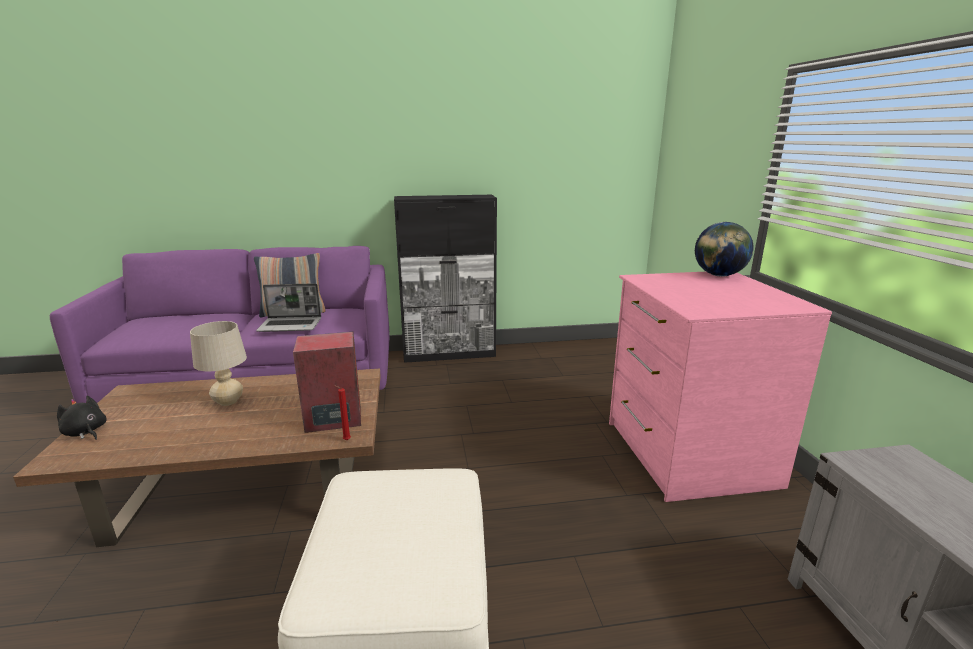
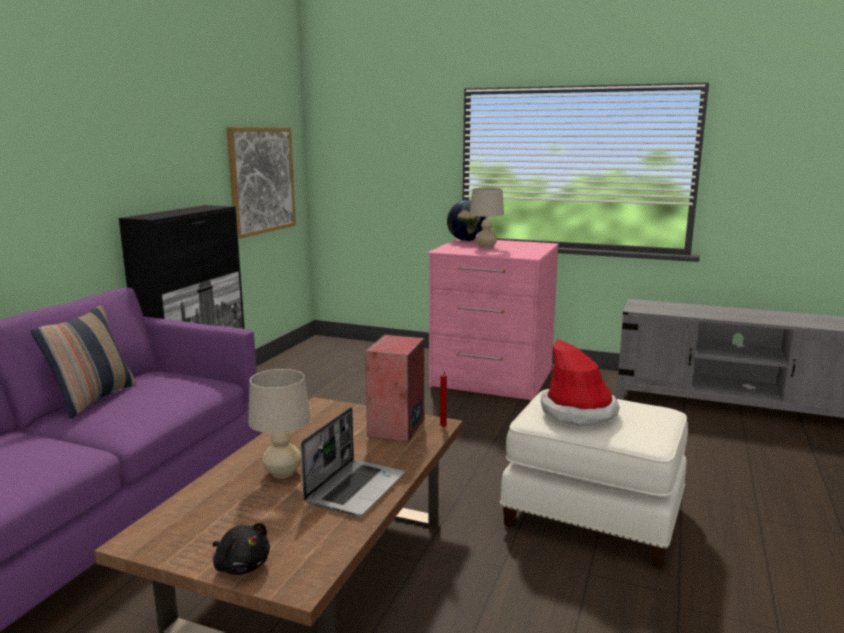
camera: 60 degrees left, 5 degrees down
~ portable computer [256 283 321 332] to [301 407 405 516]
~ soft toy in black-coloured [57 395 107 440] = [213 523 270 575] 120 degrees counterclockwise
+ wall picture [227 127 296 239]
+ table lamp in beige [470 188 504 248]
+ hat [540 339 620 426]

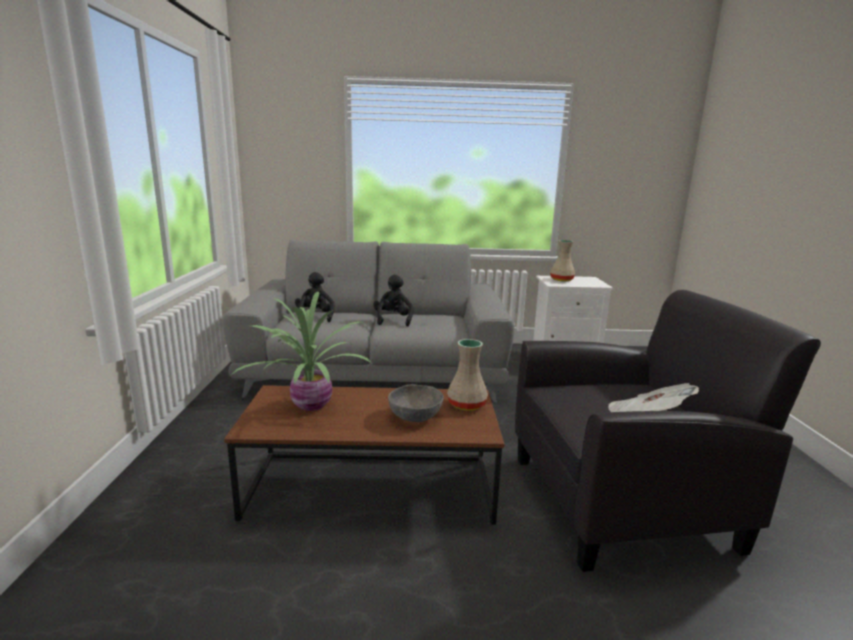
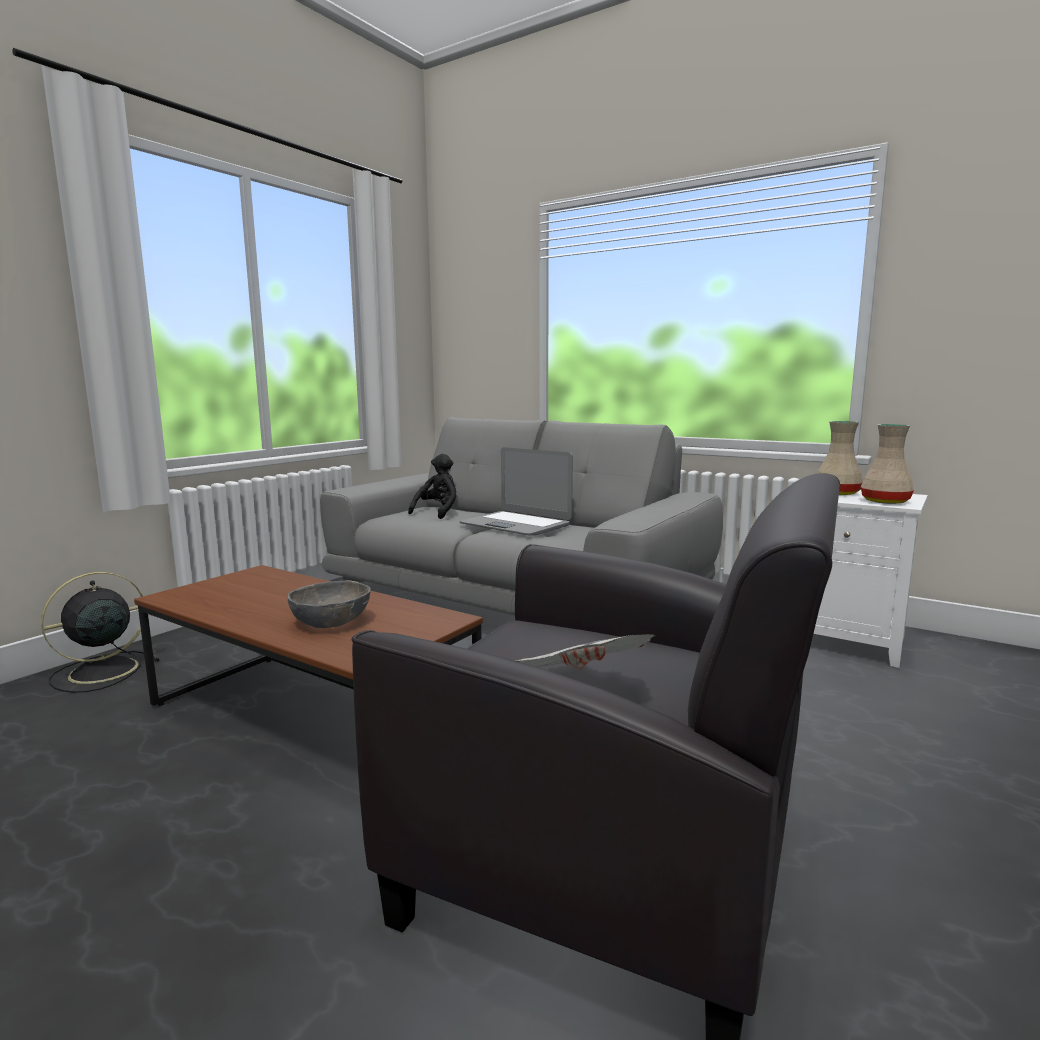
camera: 35 degrees right, 5 degrees down
~ soft toy in black-coloured [373 275 413 326] to portable computer [459 447 573 536]
- potted plant [231 291 371 411]
~ flower vase in beige [447 339 488 411] to [861 424 914 504]
+ electric fan in black-coloured [41 572 160 693]

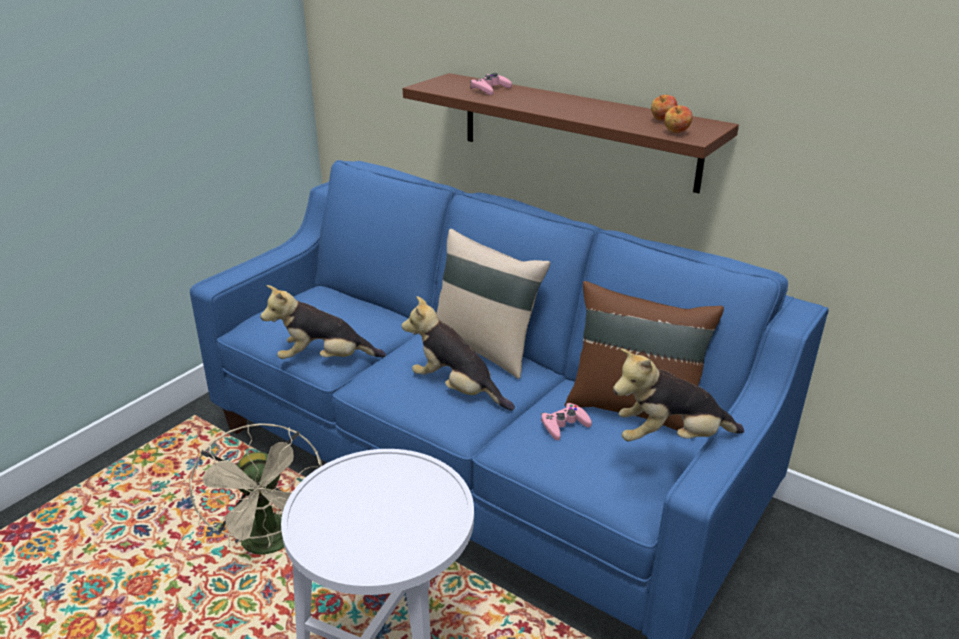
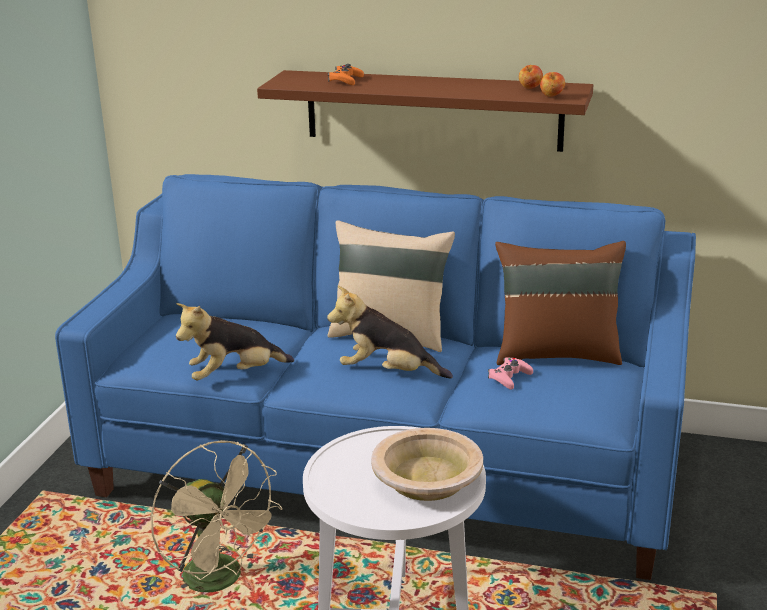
camera: 20 degrees left, 5 degrees down
~ game controller in pink-coloured [470 73 512 95] to game controller in orange-coloured [328 64 364 85]
- soft toy [613 348 744 442]
+ deep dish in beige [371 428 483 501]

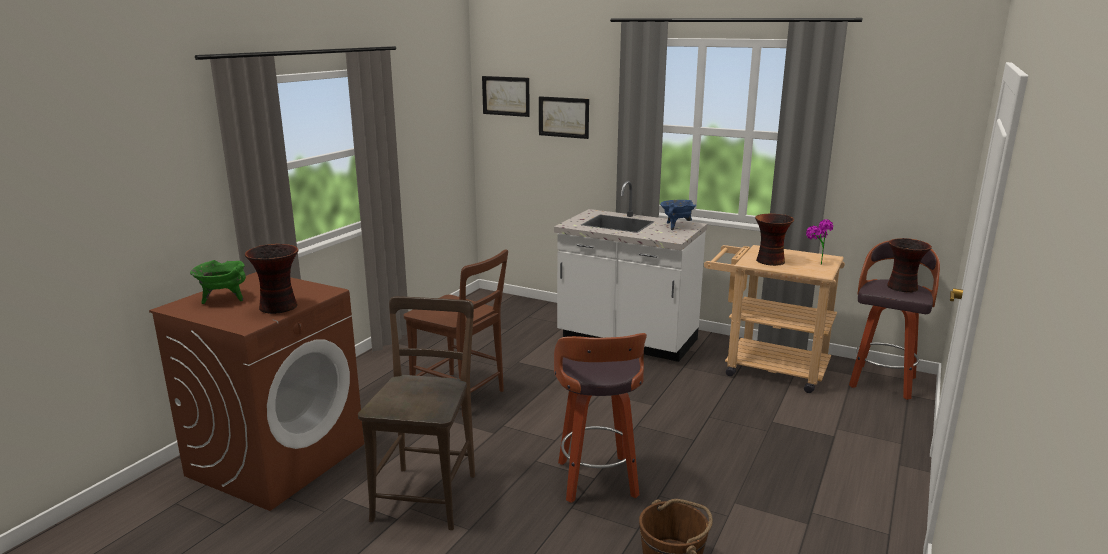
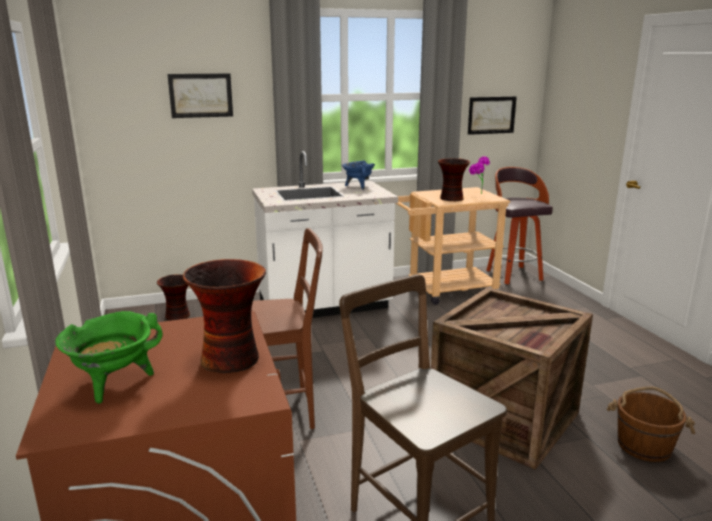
camera: 45 degrees left, 0 degrees up
~ wall picture [482 76 530 117] to [468 96 517 135]
~ flower vase [887 238 932 292] to [157 274 190 321]
~ stool seat [554 333 647 503] to crate [431 287 593 470]

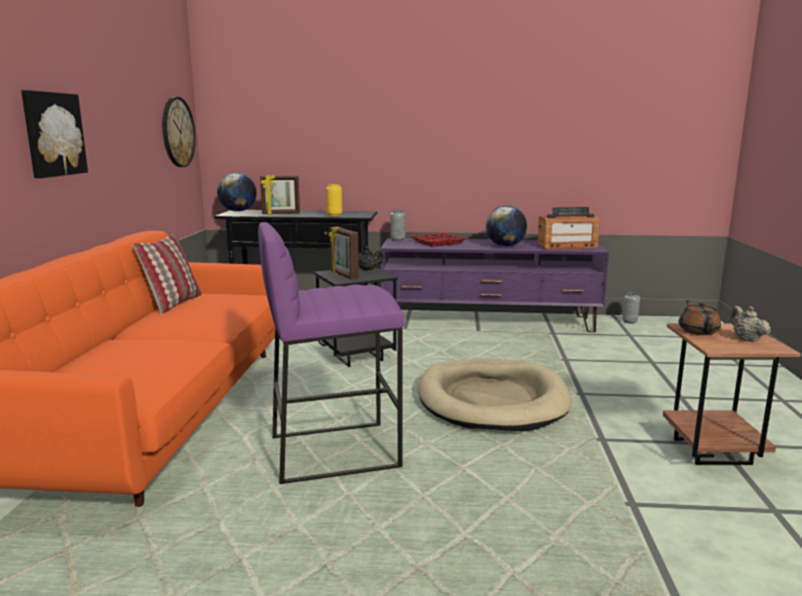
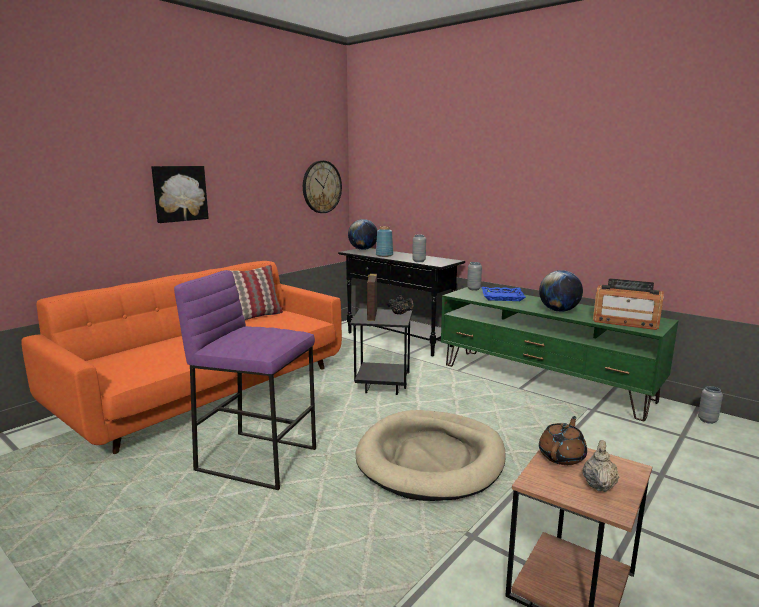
camera: 35 degrees right, 0 degrees up
~ standing frame [260 175 300 214] to flower vase in blue-coloured [376 226 393 257]
~ flower vase in yellow-coloured [326 184 342 216] to flower vase in greyish [412 235 426 262]
~ carrying tray in reddish [411 232 466 247] to carrying tray in blue-coloured [481 287 526 301]
~ tv stand in purple [381 238 609 332] to tv stand in green-coloured [441 287 679 421]

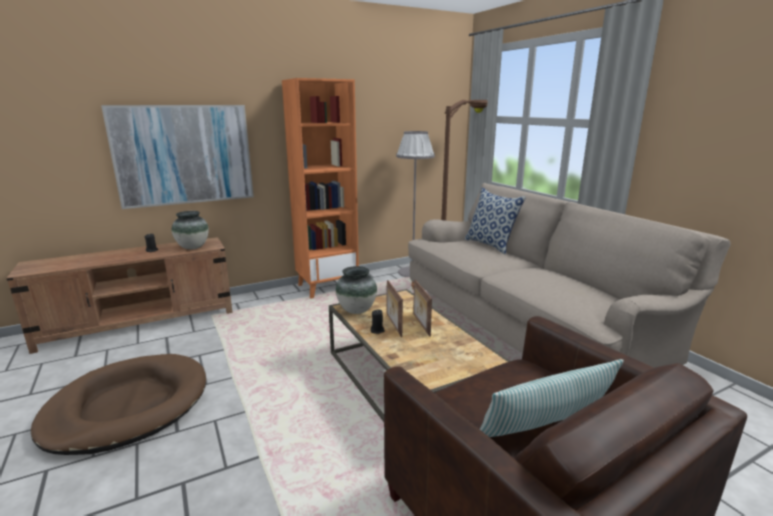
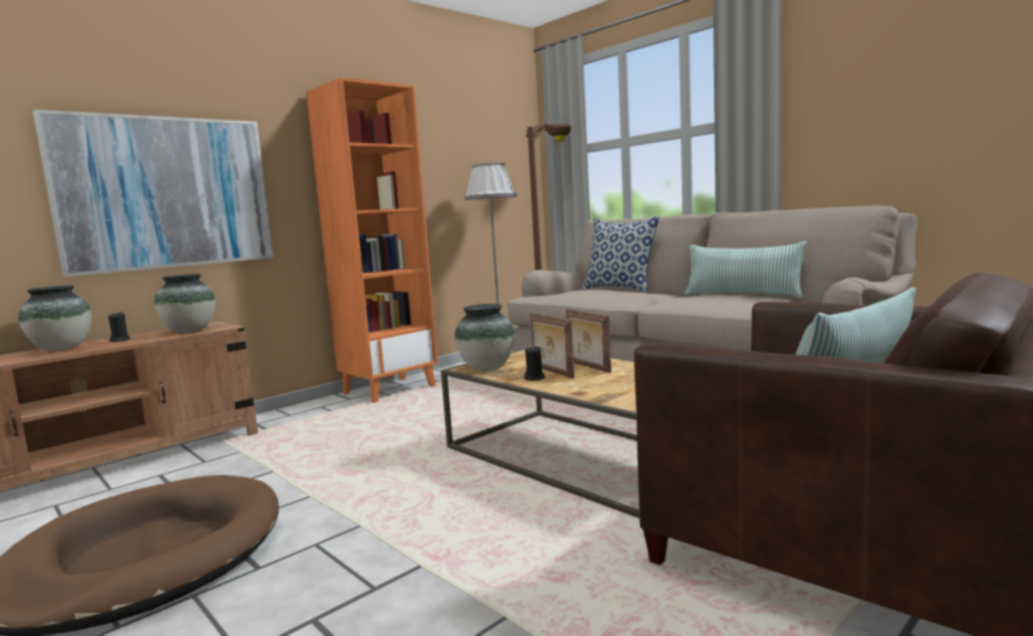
camera: 15 degrees left, 10 degrees down
+ cushion [685 241 807 297]
+ flower vase [18 285 92 351]

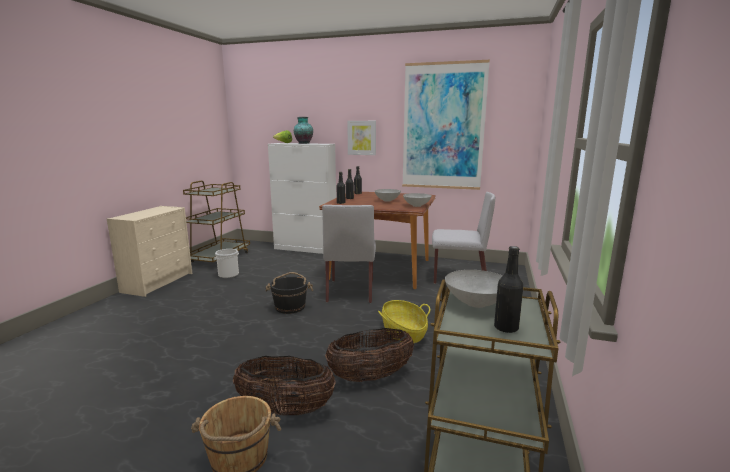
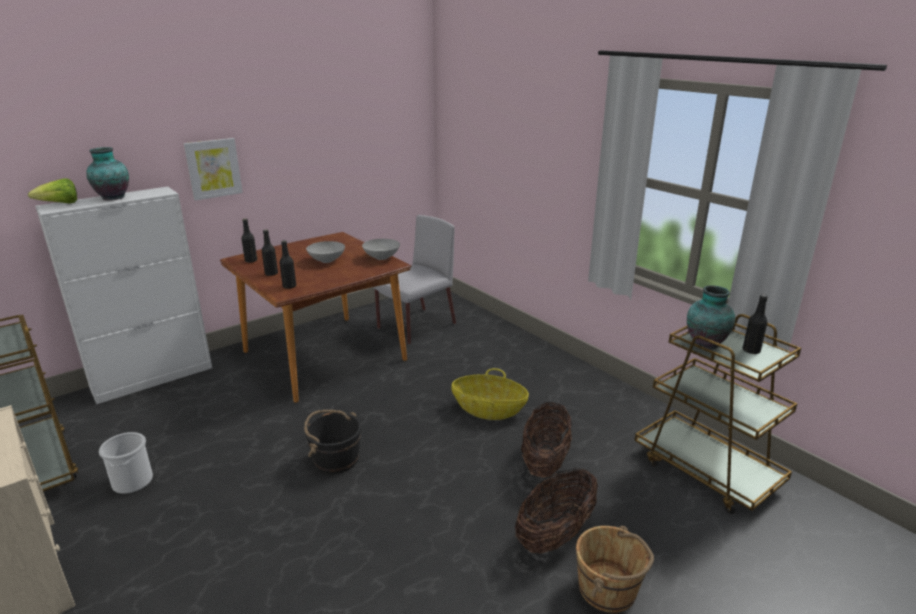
camera: 55 degrees left, 10 degrees up
- wall picture [402 60 490 190]
- plain chair in greyish [322 205 376 303]
~ deep dish in greyish [445 270 503 308] to flower vase [687 285 735 350]

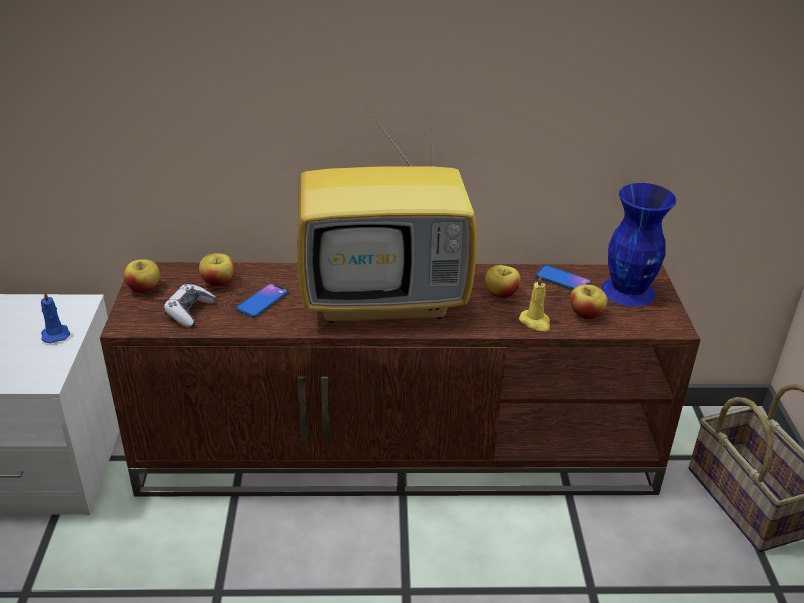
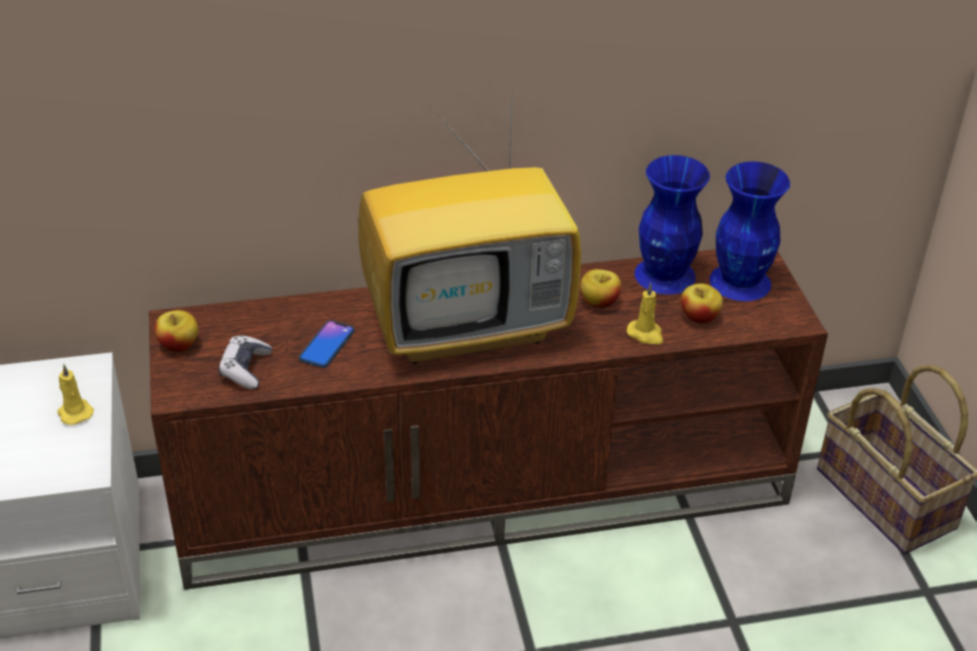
camera: 10 degrees left, 5 degrees up
- apple fruit [199 253 235 287]
~ telephone [535 265 592 290] to flower vase in blue-coloured [635 155 710 294]
~ wax light in blue-coloured [41 290 70 343] to wax light in yellow-coloured [57 364 94 425]

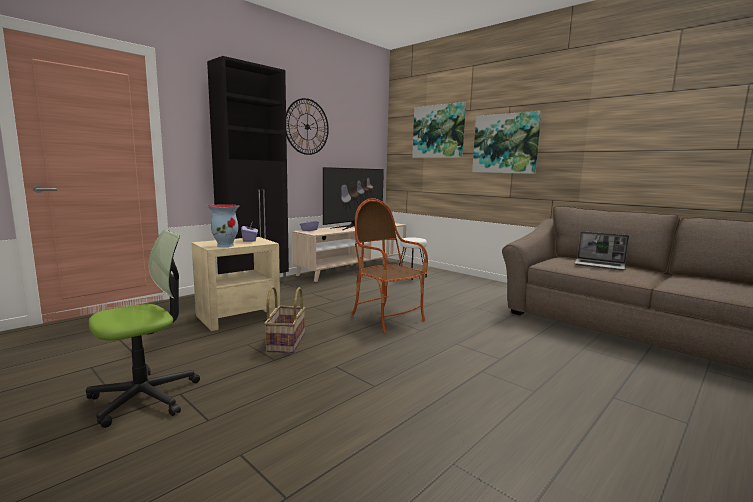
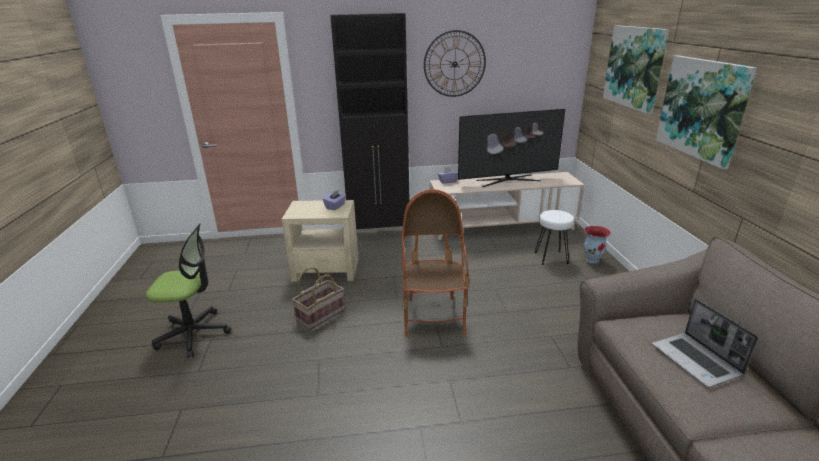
camera: 40 degrees right, 15 degrees up
~ flower vase [207 204 240 247] to [584 226 611 263]

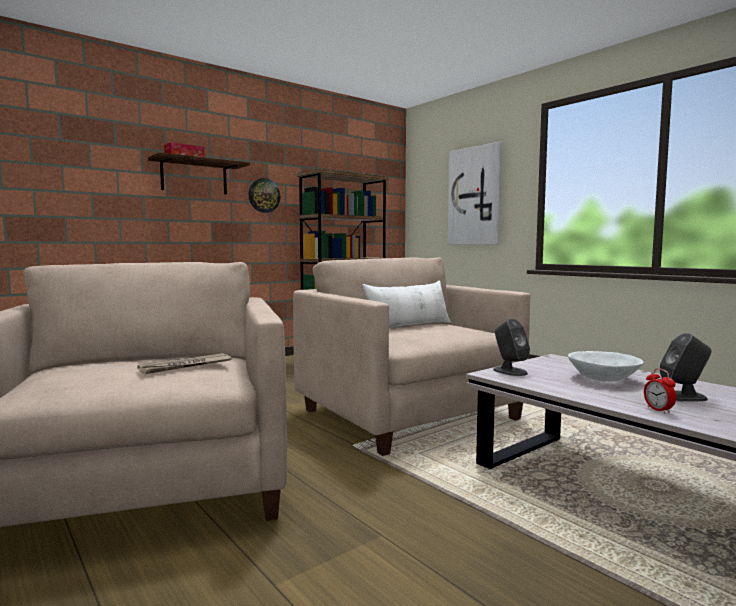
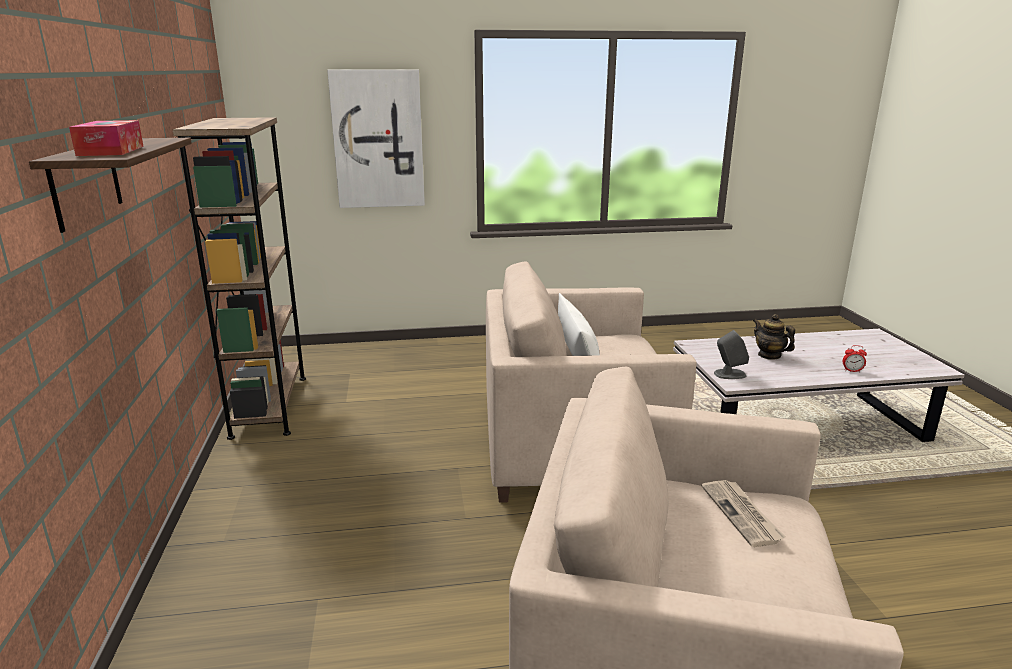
camera: 60 degrees left, 15 degrees up
- clock on the wall [249 178 280 213]
- audio speaker in greyish [660 333 711 401]
~ deep dish in whitish [568 351 643 382] to teapot [753 314 795 360]

